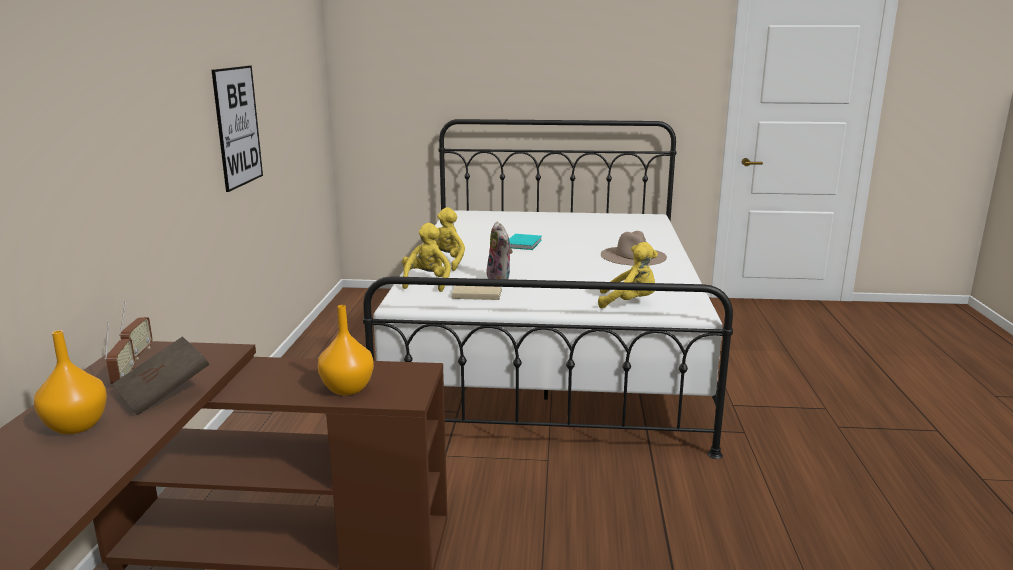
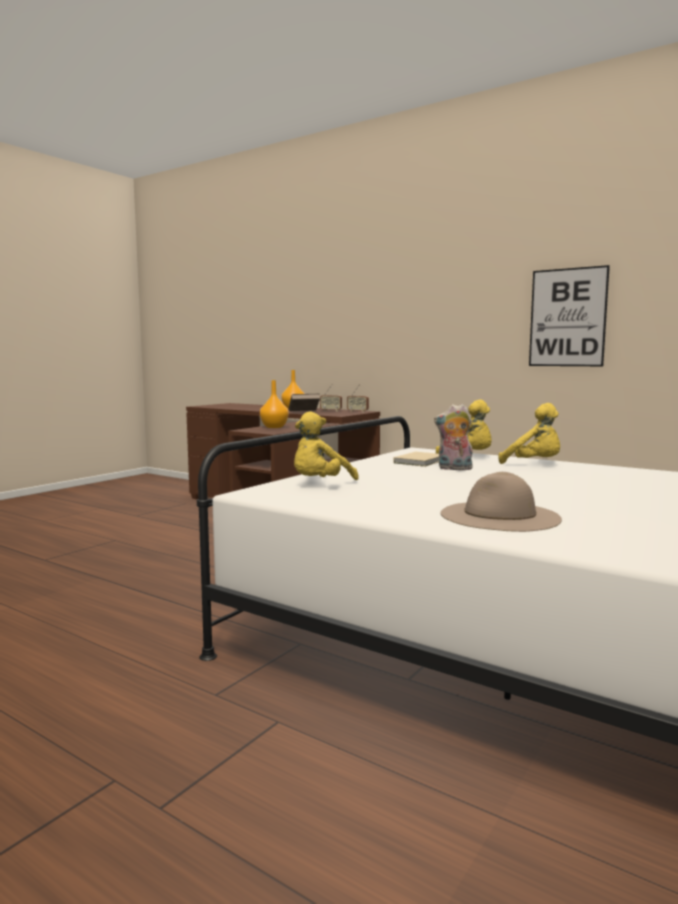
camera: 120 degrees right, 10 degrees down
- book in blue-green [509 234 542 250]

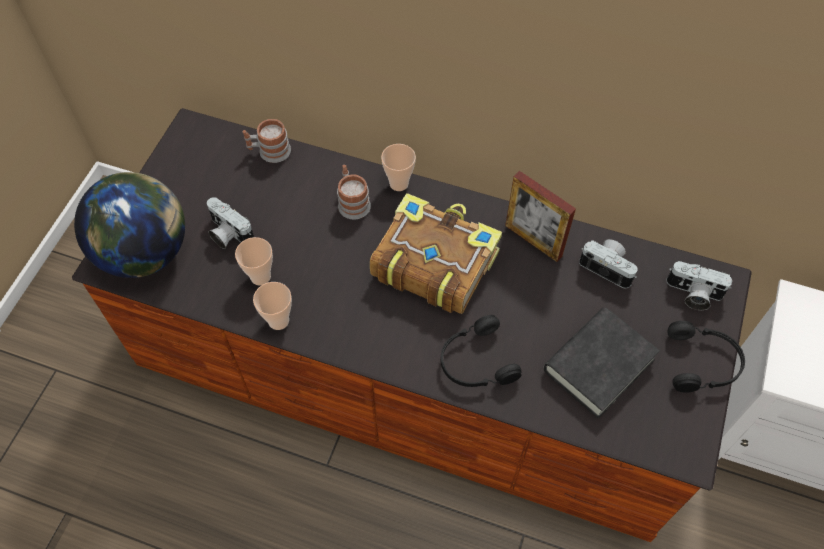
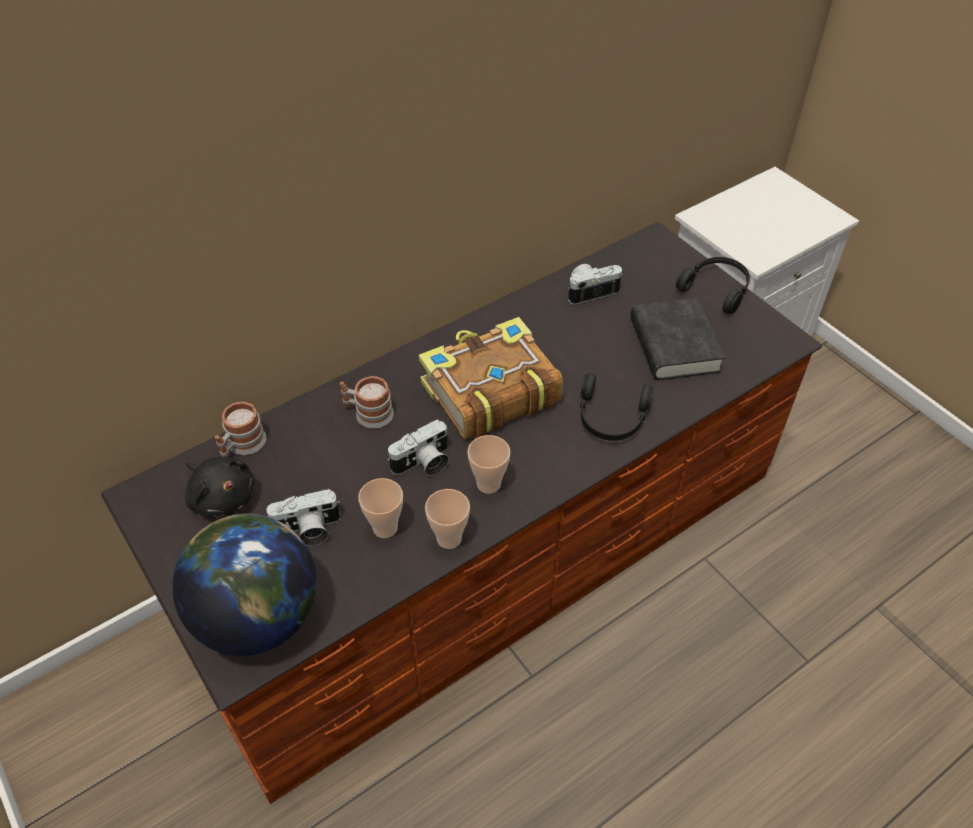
camera: 55 degrees left, 10 degrees down
~ drinking cup [381 144 416 191] to [468 435 510 494]
- standing frame [505 171 576 262]
~ photo camera [666 261 732 310] to [388 419 449 476]
+ soft toy in black-coloured [185 457 255 519]

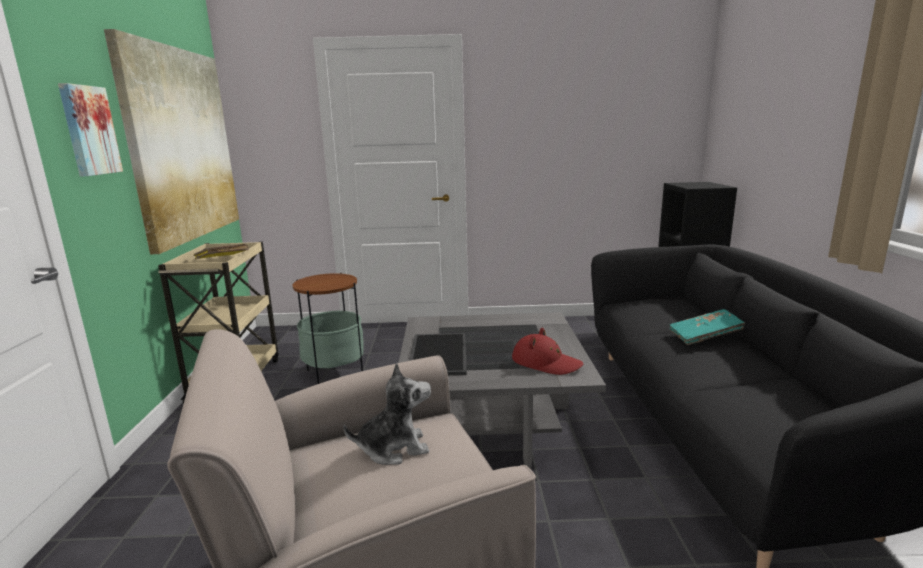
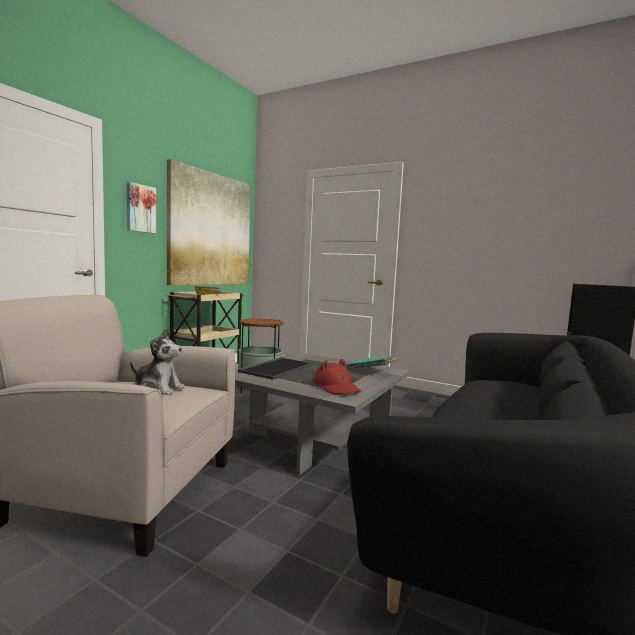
camera: 30 degrees right, 10 degrees down
~ book in blue-green [670 309 745 345] to [346 355 397 369]

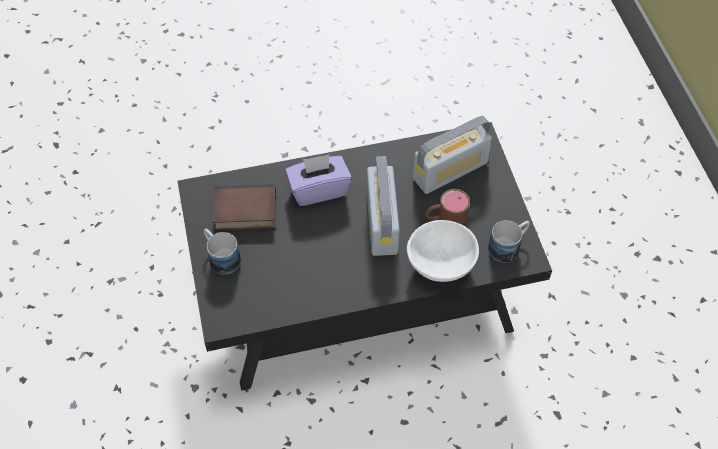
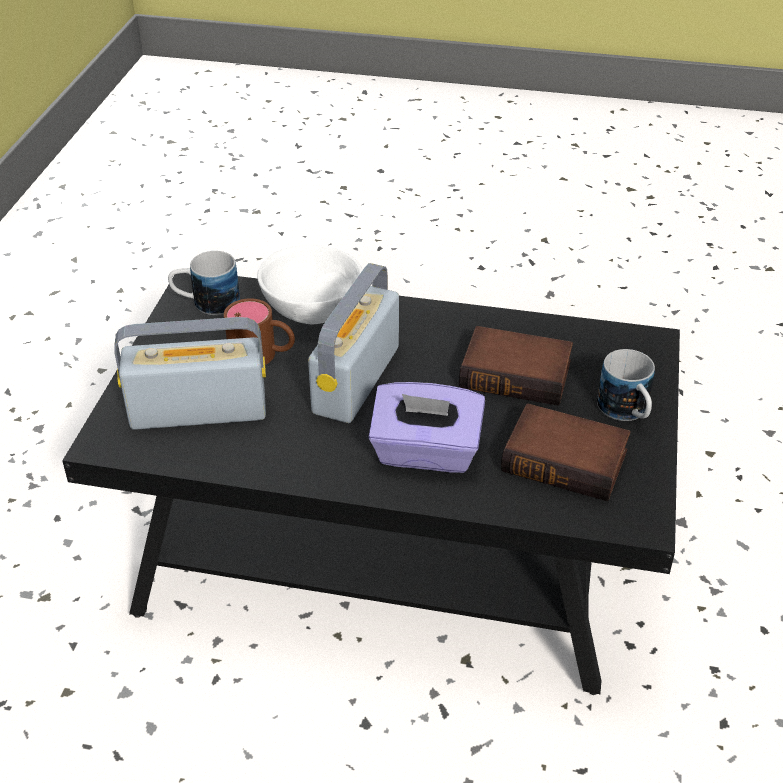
camera: 155 degrees left, 15 degrees down
+ book [459 326 573 406]

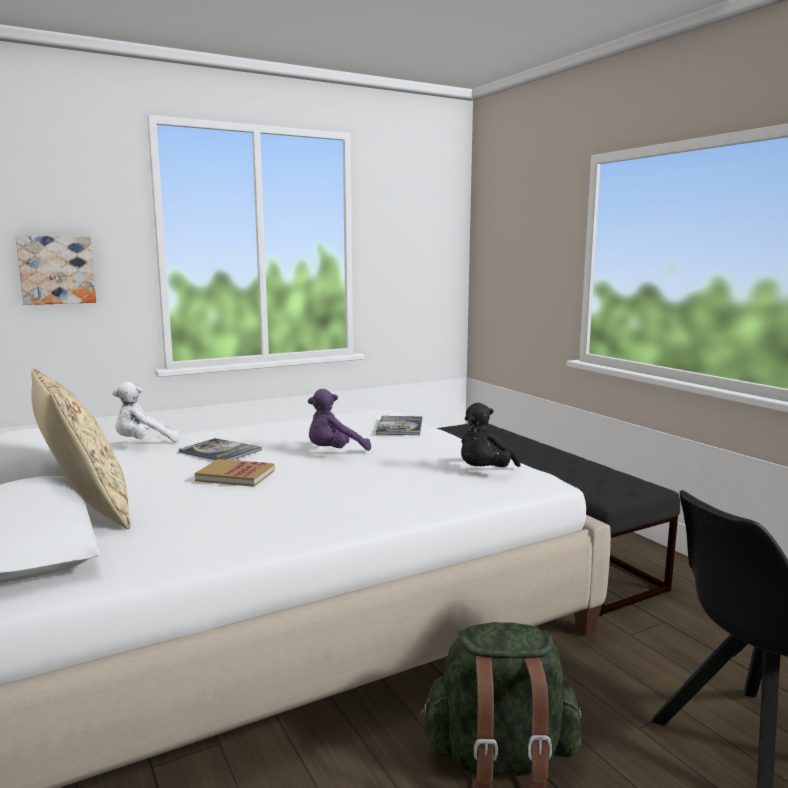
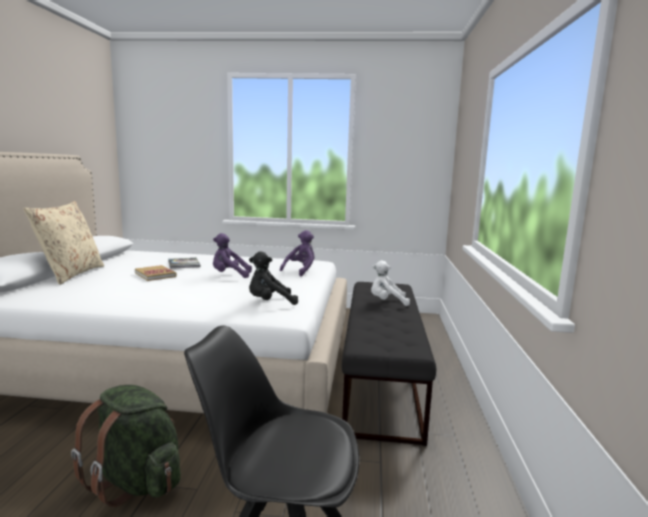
camera: 35 degrees right, 0 degrees up
- wall picture [16 236 96 305]
~ soft toy in whitish [112 382 180 442] to [371 260 410 306]
~ book [376 416 422 435] to soft toy in purple [280 230 315 276]

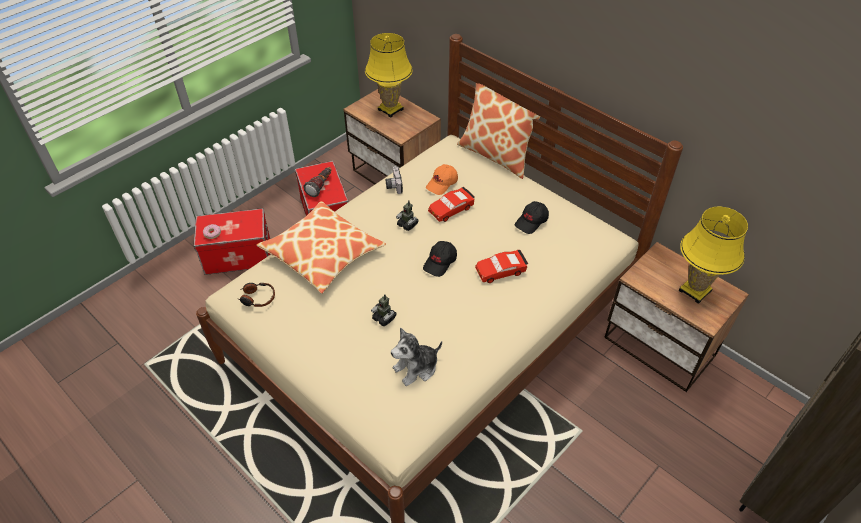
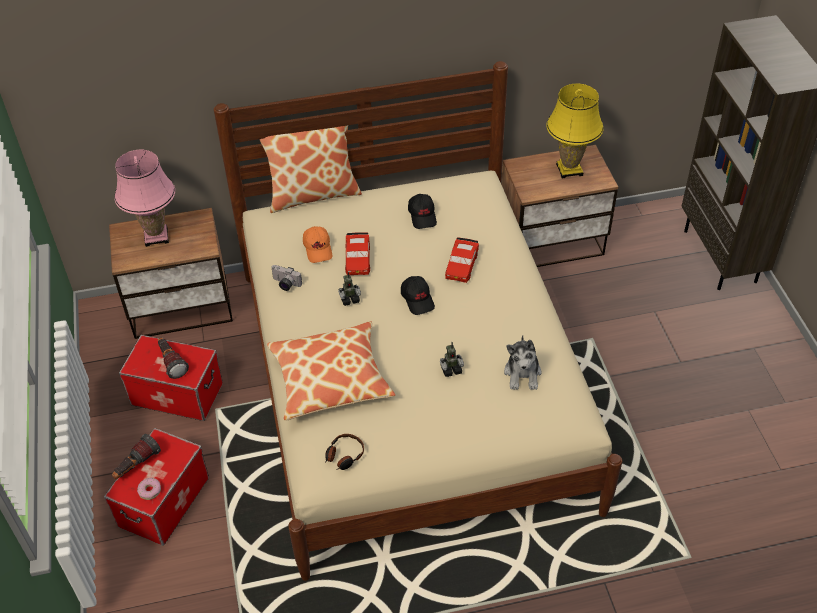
camera: 55 degrees left, 0 degrees up
~ table lamp in yellow-coloured [365 33 413 118] to table lamp in pink-coloured [114 150 175 247]
+ torch [112 434 161 479]

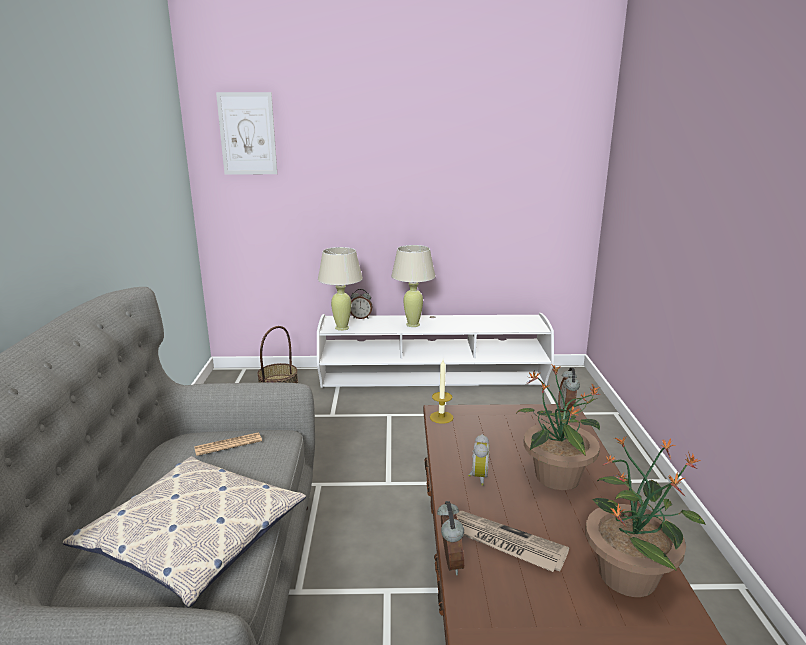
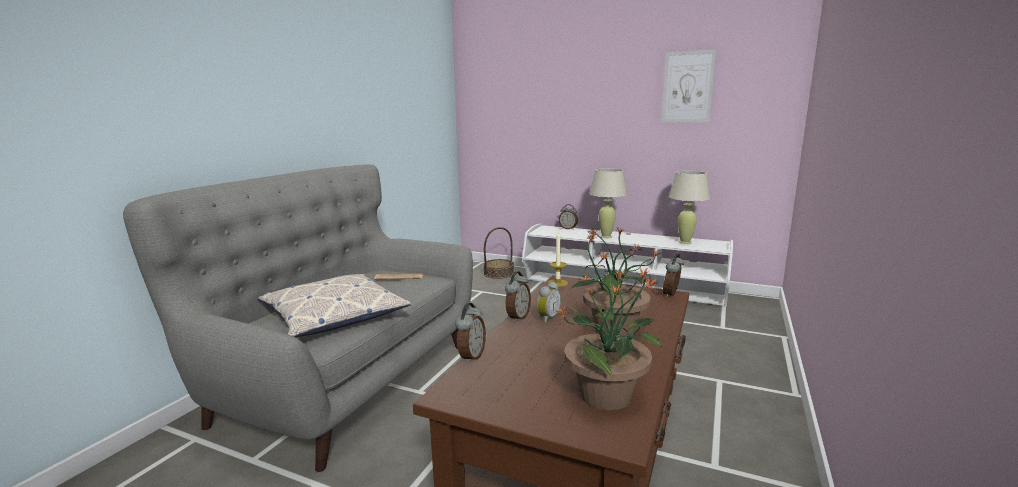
camera: 25 degrees right, 5 degrees down
~ wall picture [216 92 277 174] to [661 50 716 122]
~ table lamp in beige [318 247 363 331] to [668 171 710 244]
- printed paper [456 511 569 572]
+ bedside clock [505 271 531 322]

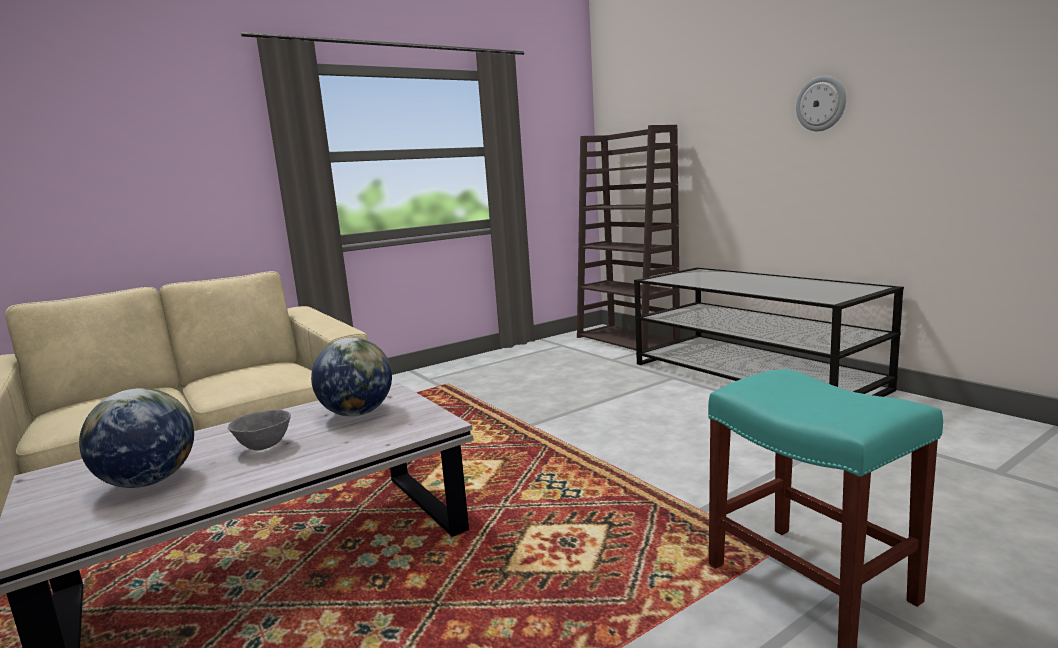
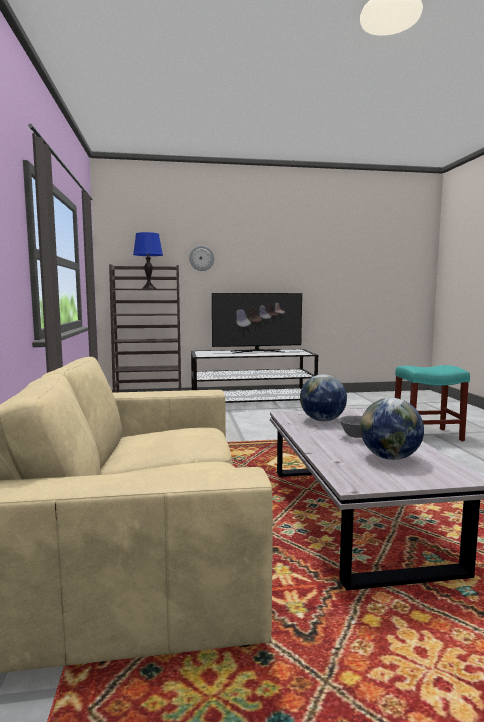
camera: 65 degrees left, 5 degrees down
~ clock on the wall [796 76 846 131] to [189 245 214 271]
+ table lamp in blue-coloured [133 232 163 289]
+ television [212 293 302 354]

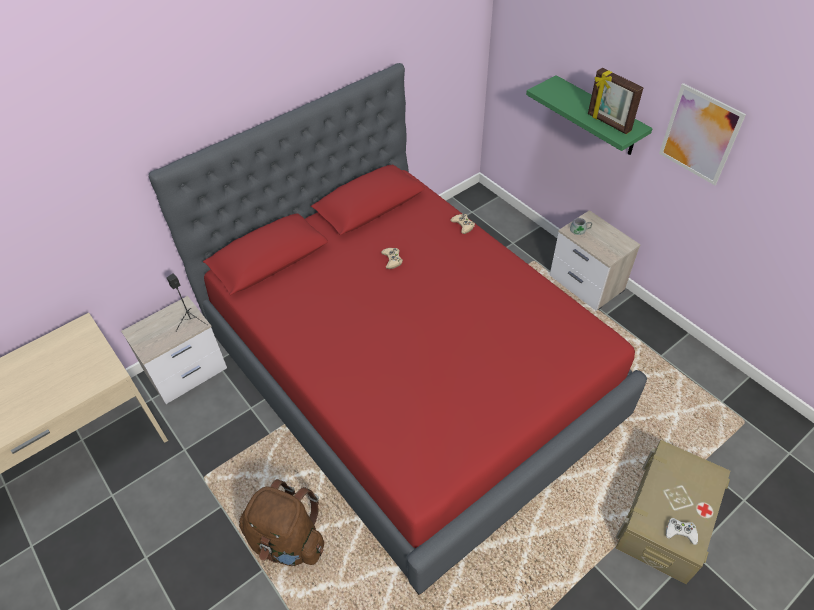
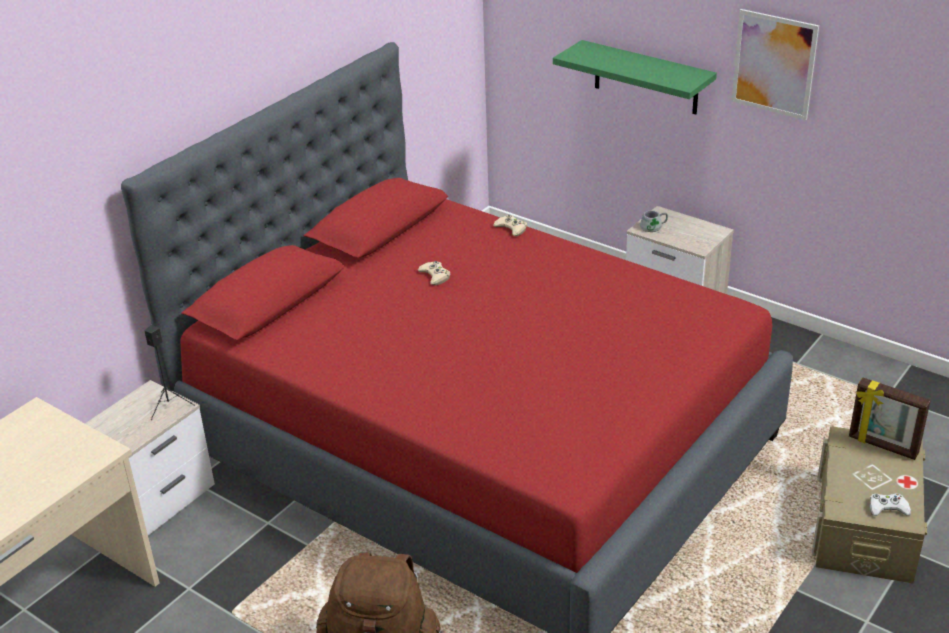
camera: 15 degrees left, 15 degrees down
~ standing frame [588 68 643 134] to [849 377 931 460]

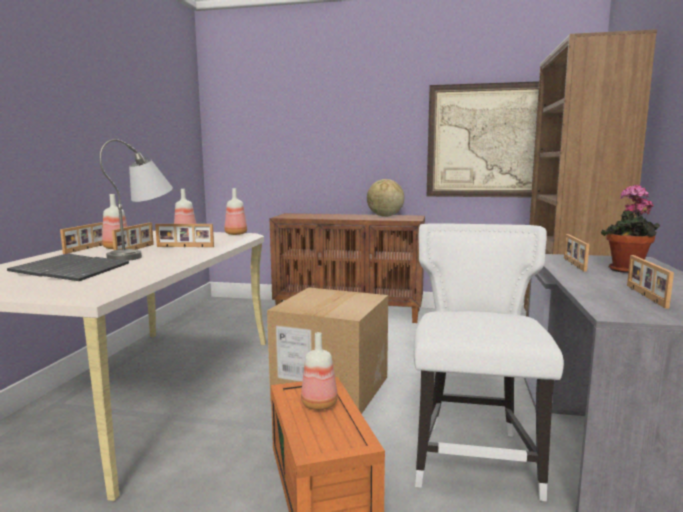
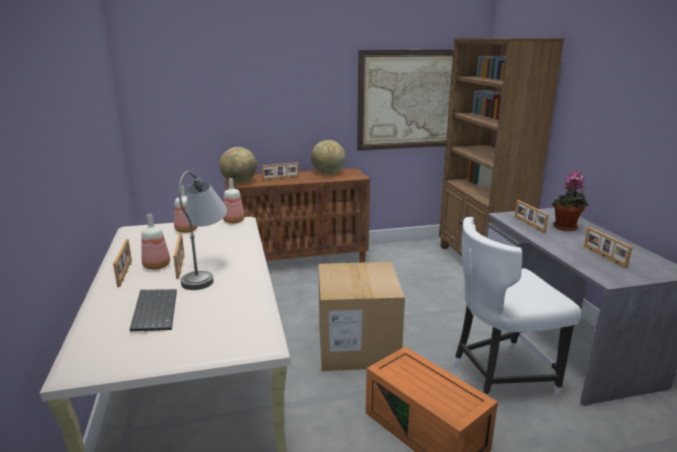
camera: 25 degrees left, 10 degrees up
~ plain chair in whitish [414 223 564 501] = [452 217 582 399] 90 degrees counterclockwise
~ standing frame [155 224 214 247] to [262 162 299 181]
- keyboard [42 257 129 281]
- bottle [301 332 338 410]
+ desk globe [220 147 257 184]

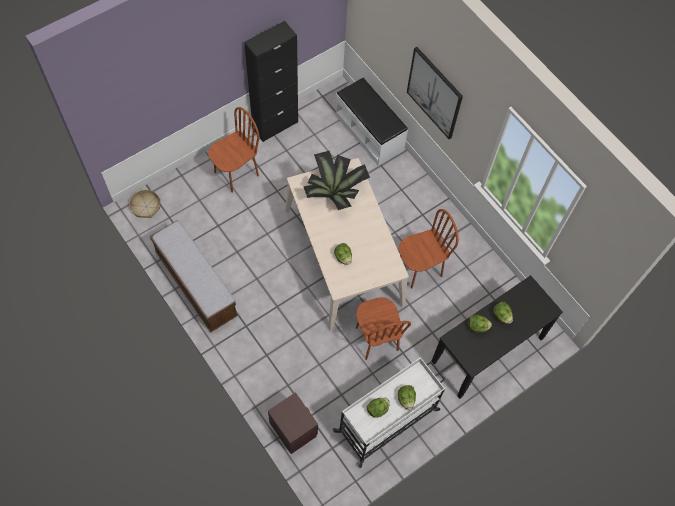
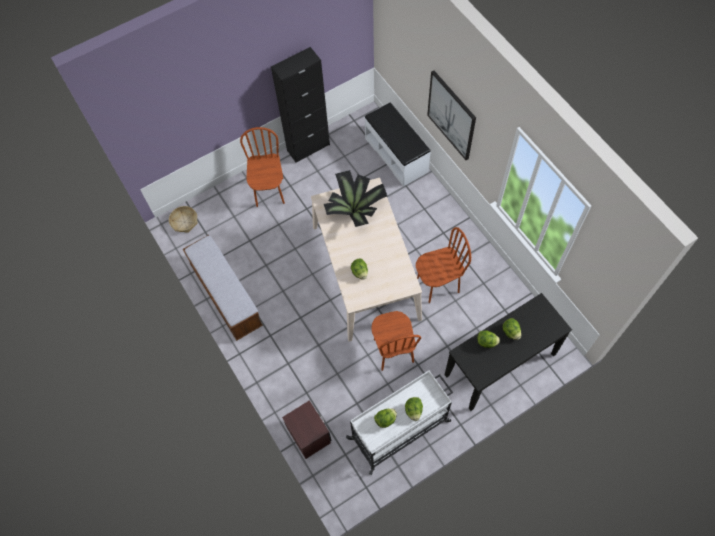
camera: 10 degrees right, 0 degrees up
~ plain chair in brown [208 107 259 193] = [240 127 285 207] 60 degrees counterclockwise

